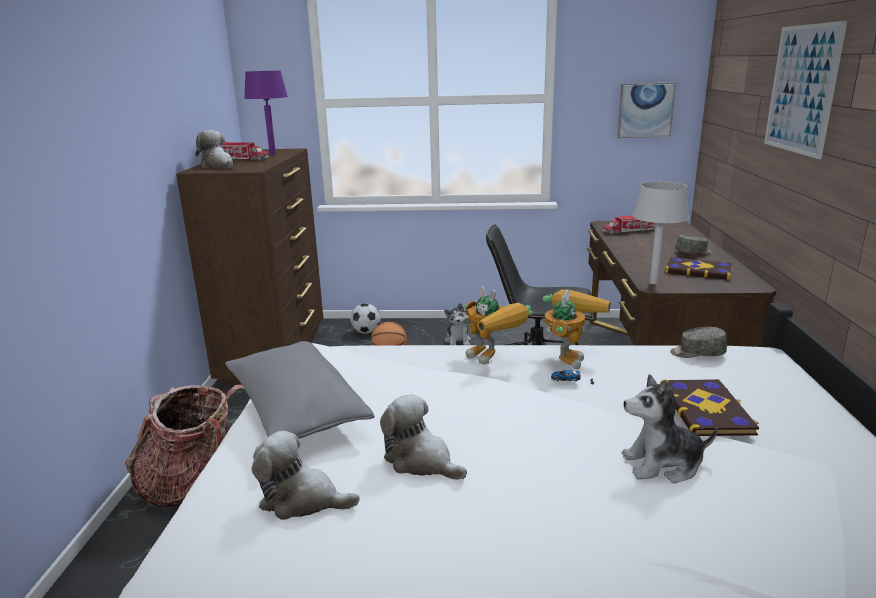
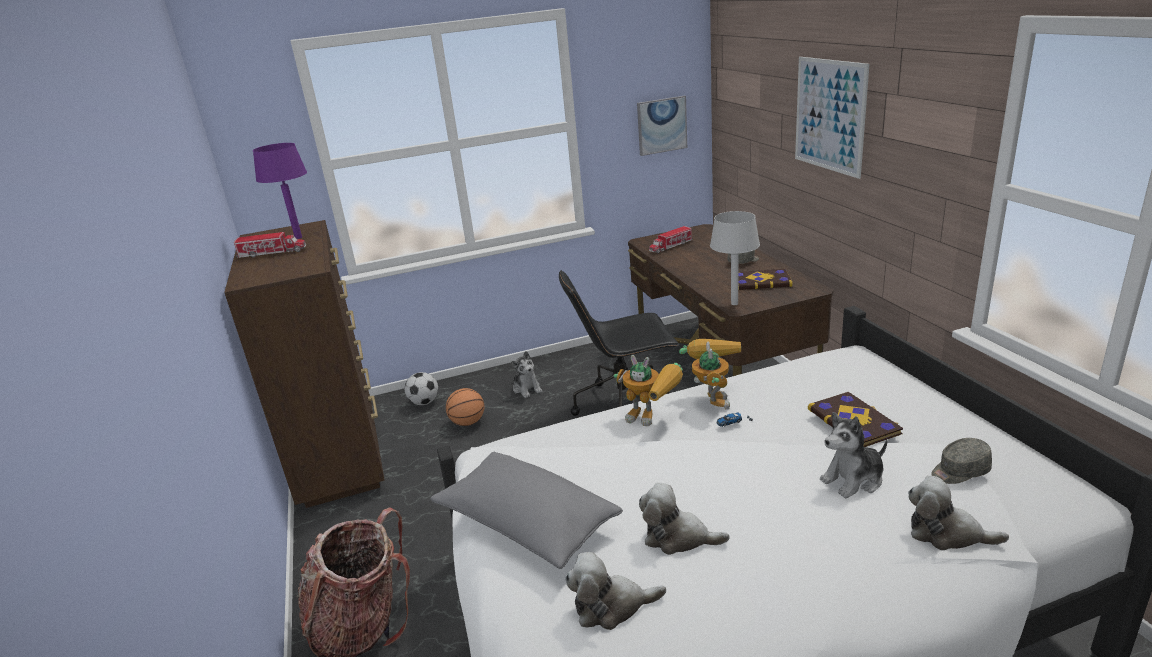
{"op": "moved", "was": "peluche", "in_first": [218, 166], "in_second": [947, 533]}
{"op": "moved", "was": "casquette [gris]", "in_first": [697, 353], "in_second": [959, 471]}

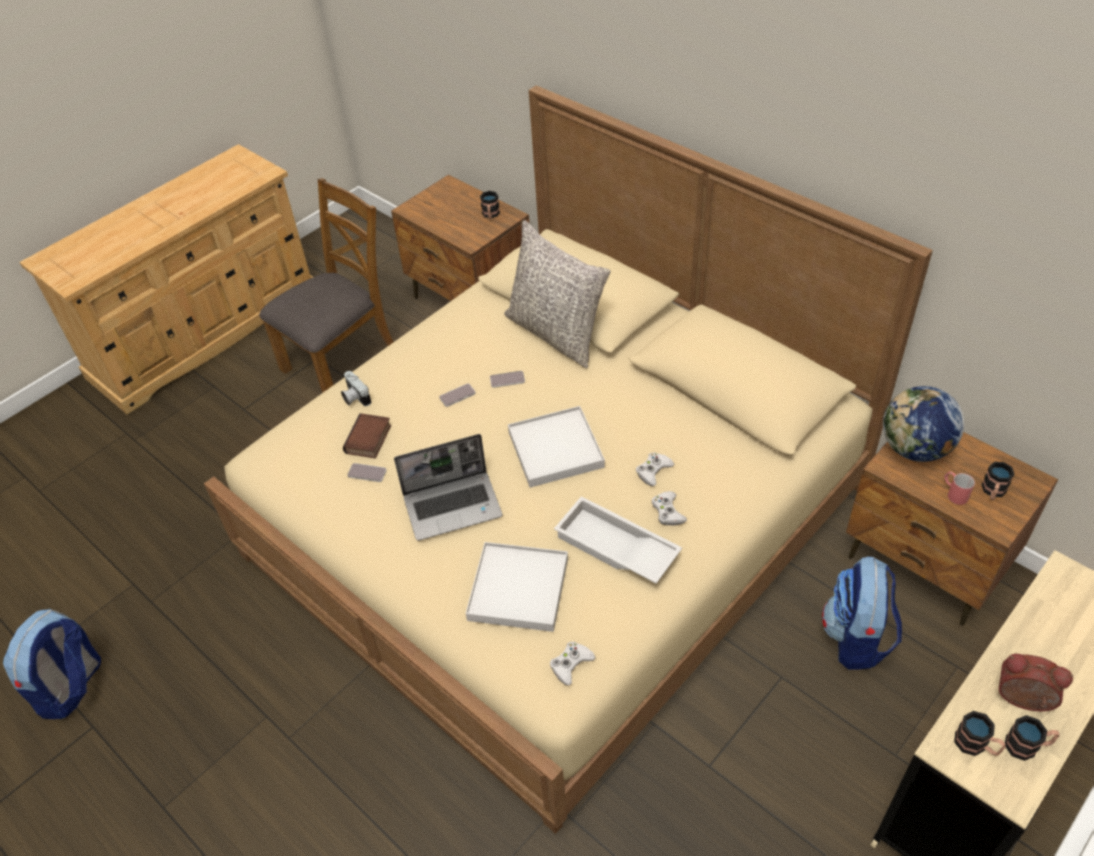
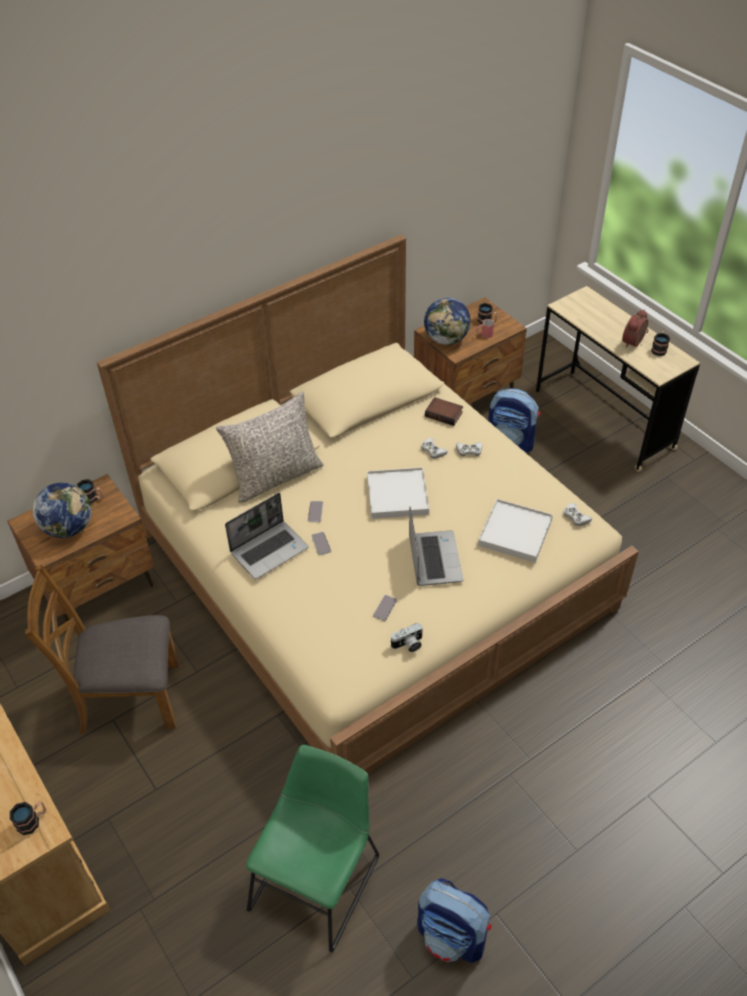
{"op": "turned", "was": "chaise [marron]", "in_first": [342, 361], "in_second": [128, 698], "clockwise": -60}
{"op": "moved", "was": "appareil photo", "in_first": [355, 397], "in_second": [408, 644]}
{"op": "moved", "was": "livre", "in_first": [369, 440], "in_second": [444, 414]}
{"op": "removed", "was": "plateau [blanc]", "in_first": [615, 548]}
{"op": "moved", "was": "mug", "in_first": [976, 745], "in_second": [32, 821]}
{"op": "added", "now": "globe", "in_second": [69, 528]}
{"op": "added", "now": "ordinateur portable", "in_second": [269, 550]}
{"op": "added", "now": "chaise [vert]", "in_second": [317, 877]}

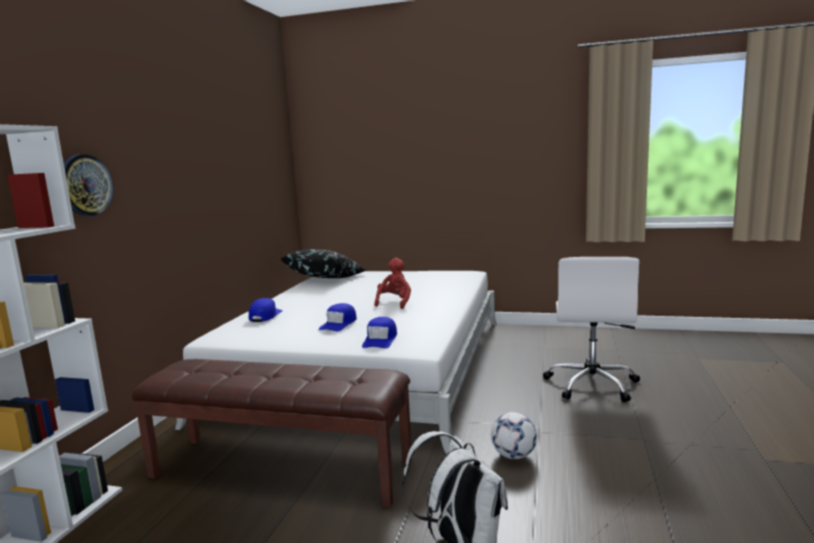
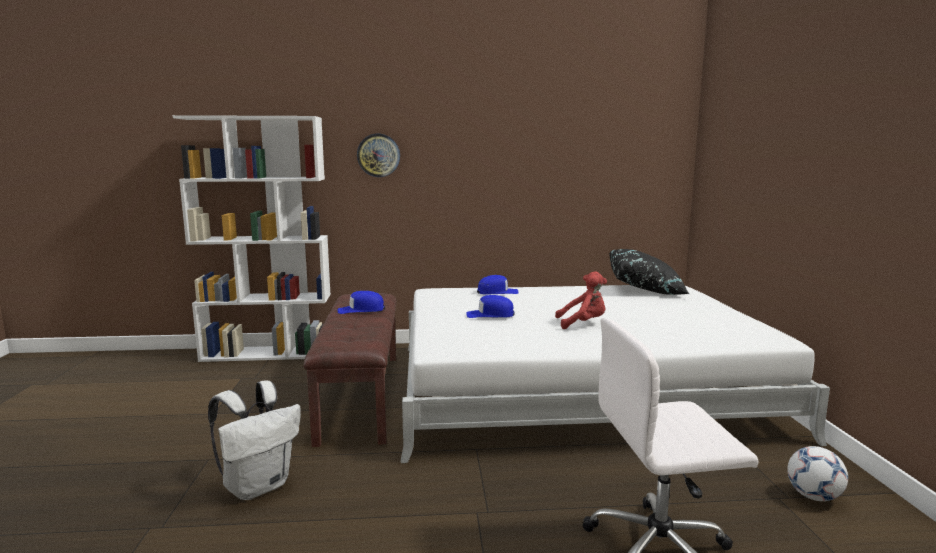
{"op": "moved", "was": "casquette [bleu]", "in_first": [380, 340], "in_second": [361, 310]}
{"op": "moved", "was": "ballon de foot", "in_first": [513, 455], "in_second": [813, 496]}

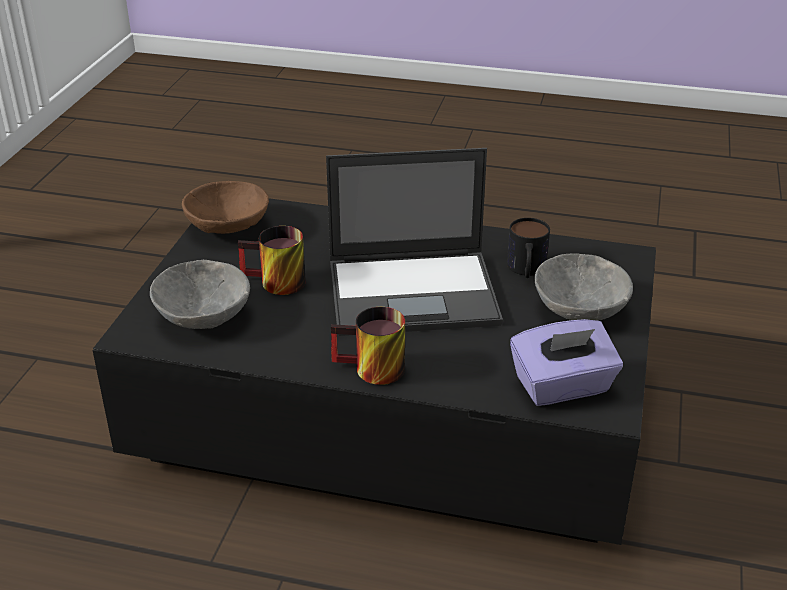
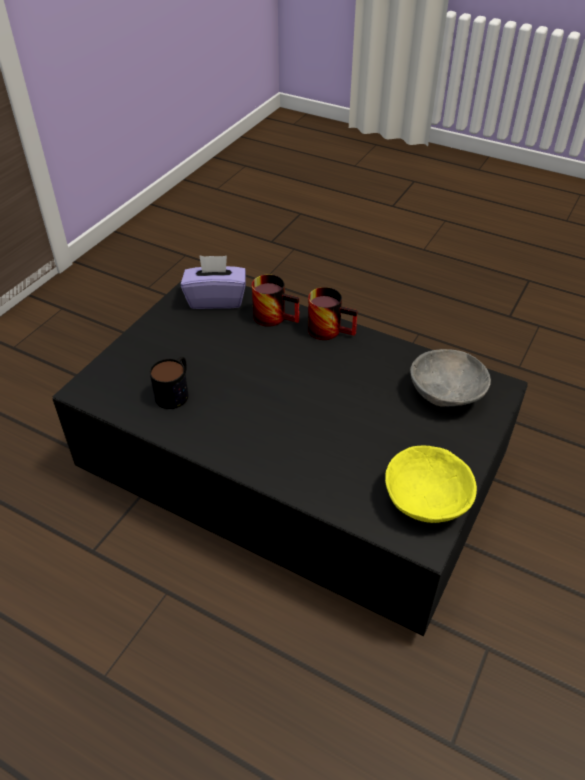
{"op": "removed", "was": "ordinateur portable", "in_first": [415, 292]}
{"op": "recoloured", "was": "bol [marron]", "now": "bol [jaune]", "in_first": [228, 228], "in_second": [425, 499]}
{"op": "moved", "was": "mug", "in_first": [274, 284], "in_second": [275, 316]}
{"op": "removed", "was": "bol [gris]", "in_first": [578, 308]}

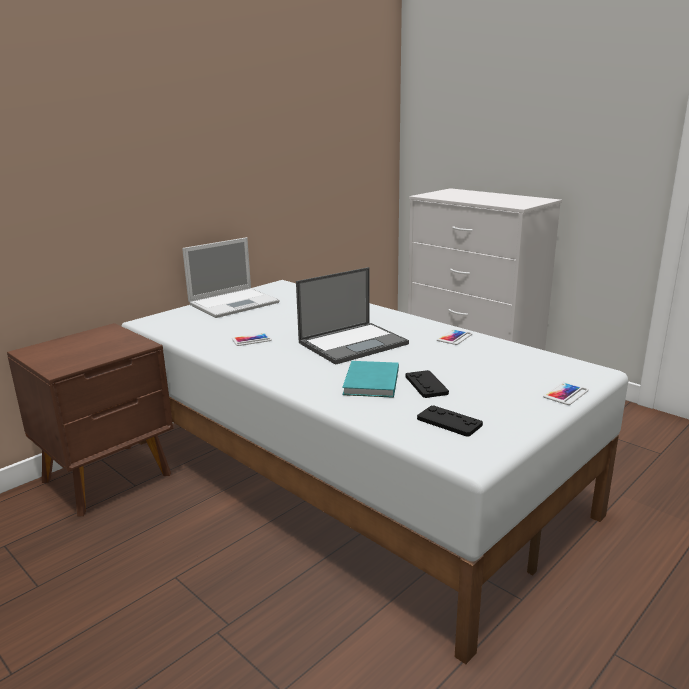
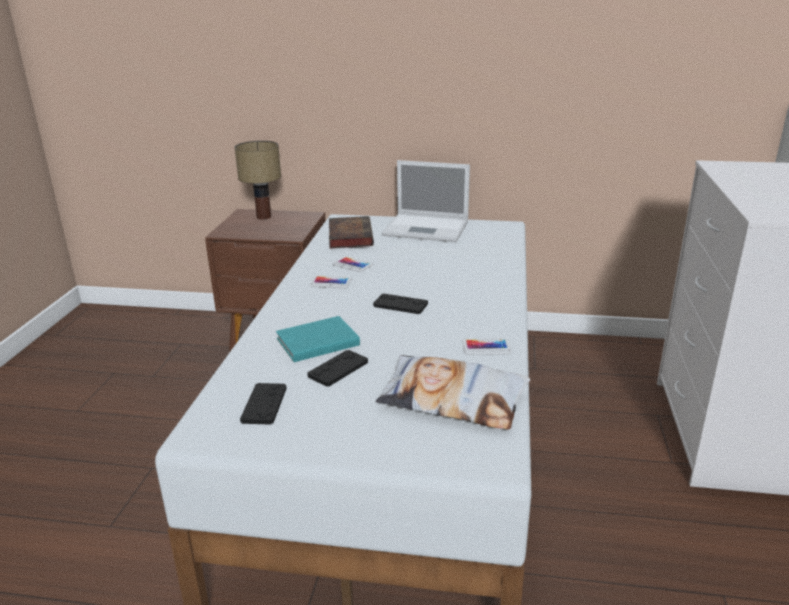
{"op": "replaced", "was": "ordinateur portable", "now": "manette [noir]", "in_first": [354, 343], "in_second": [400, 305]}
{"op": "moved", "was": "téléphone", "in_first": [565, 394], "in_second": [330, 282]}
{"op": "added", "now": "lampe de table", "in_second": [263, 217]}
{"op": "added", "now": "livre", "in_second": [349, 236]}
{"op": "added", "now": "coussin", "in_second": [453, 400]}

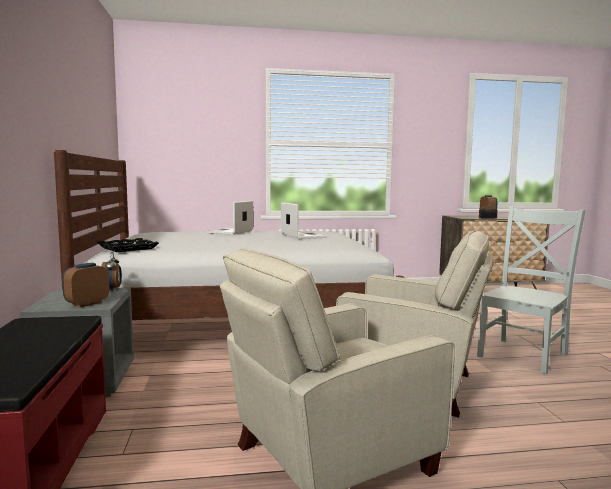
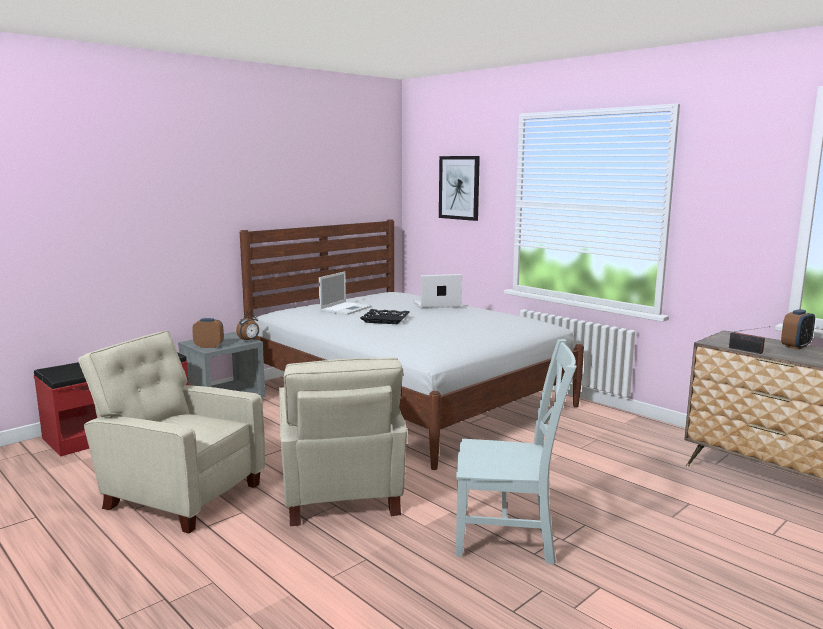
{"op": "moved", "was": "ordinateur portable", "in_first": [302, 236], "in_second": [346, 309]}
{"op": "moved", "was": "plateau [noir]", "in_first": [128, 248], "in_second": [385, 320]}
{"op": "added", "now": "tableau", "in_second": [459, 187]}

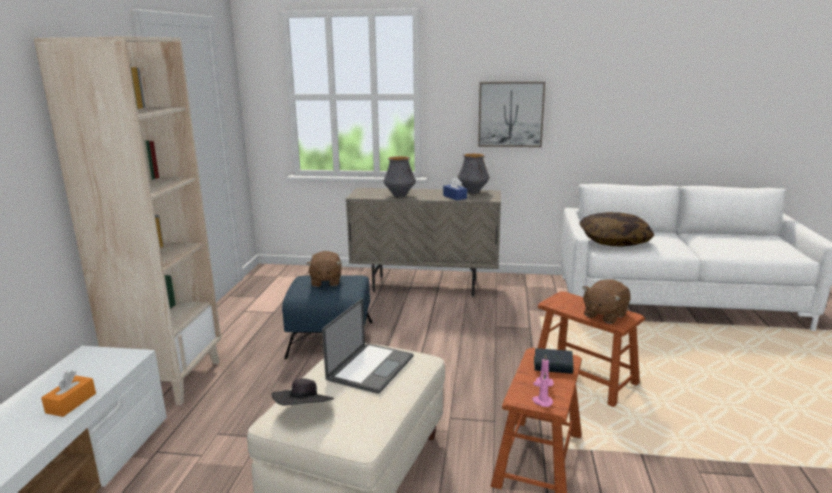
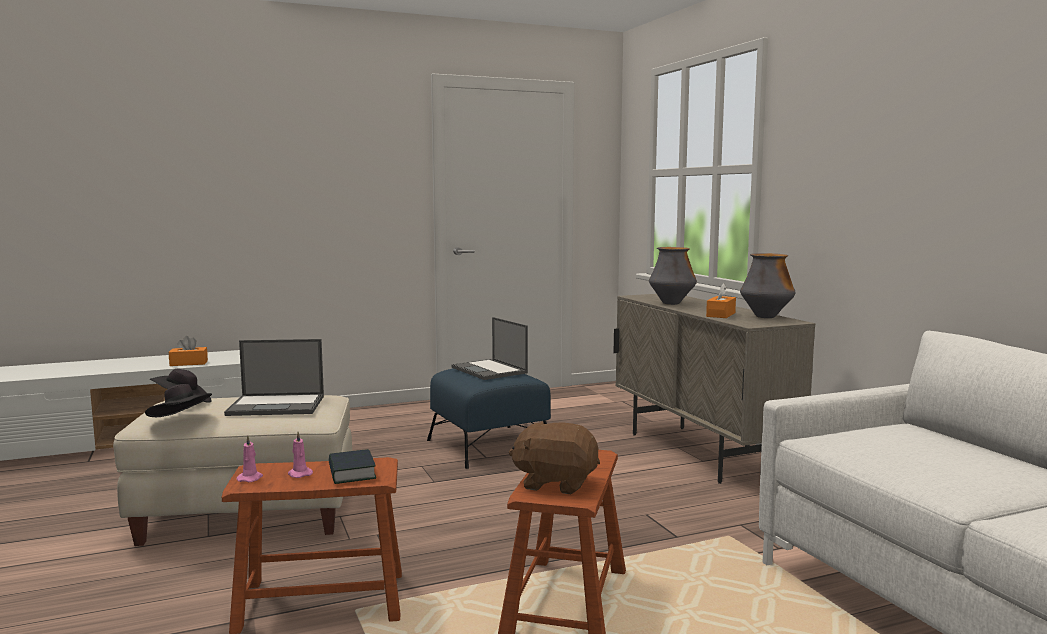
{"op": "removed", "was": "bibliothèque [beige]", "in_first": [170, 379]}
{"op": "removed", "was": "tableau", "in_first": [510, 114]}
{"op": "recoloured", "was": "boîte à mouchoirs [bleu]", "now": "boîte à mouchoirs [orange]", "in_first": [455, 197], "in_second": [721, 315]}
{"op": "removed", "was": "coussin", "in_first": [614, 241]}
{"op": "replaced", "was": "peluche [marron]", "now": "ordinateur portable", "in_first": [325, 282], "in_second": [490, 370]}
{"op": "added", "now": "chapeau [noir]", "in_second": [181, 420]}

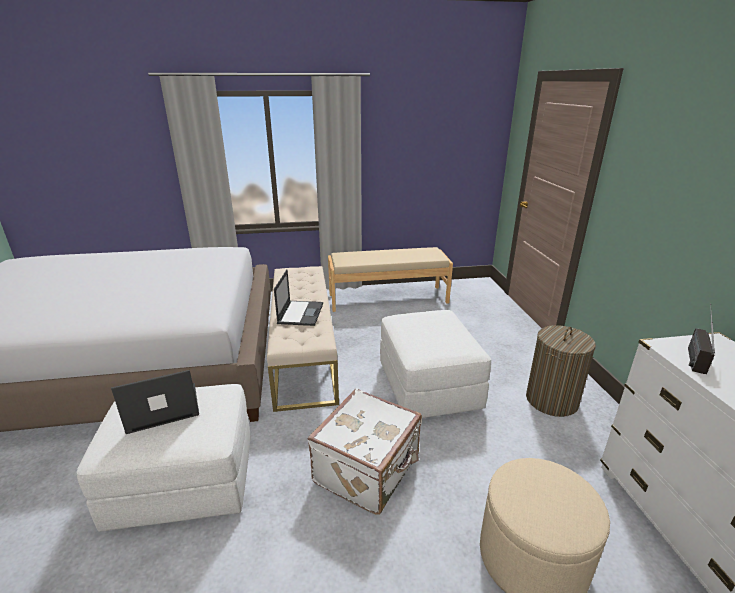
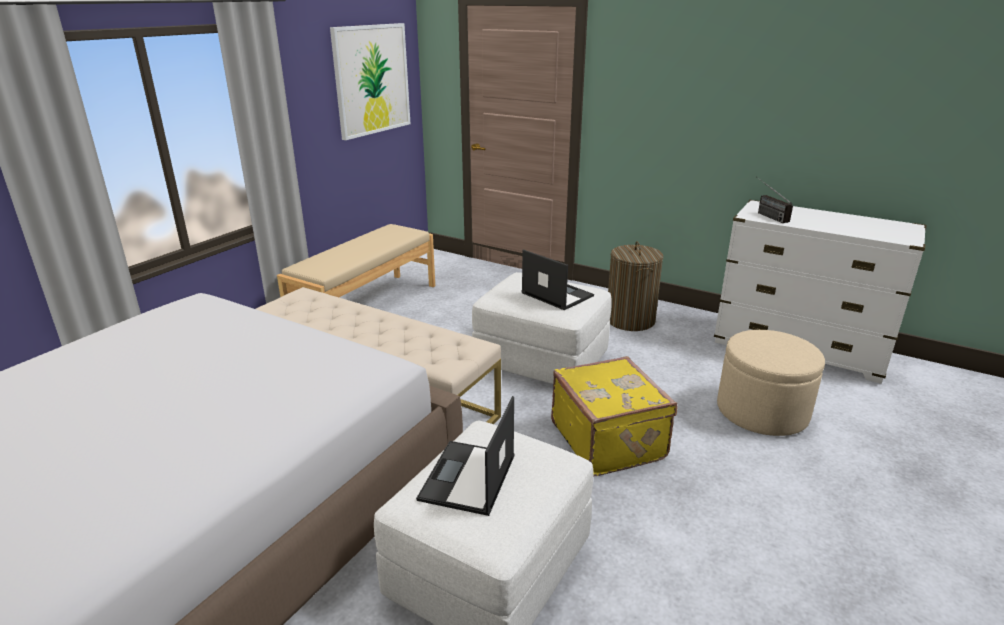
{"op": "moved", "was": "ordinateur portable", "in_first": [301, 313], "in_second": [556, 294]}
{"op": "recoloured", "was": "valise [blanc]", "now": "valise [jaune]", "in_first": [368, 470], "in_second": [609, 440]}
{"op": "added", "now": "tableau", "in_second": [372, 80]}

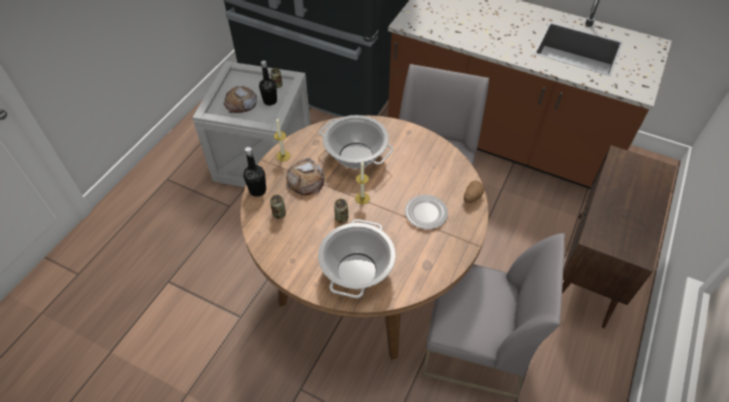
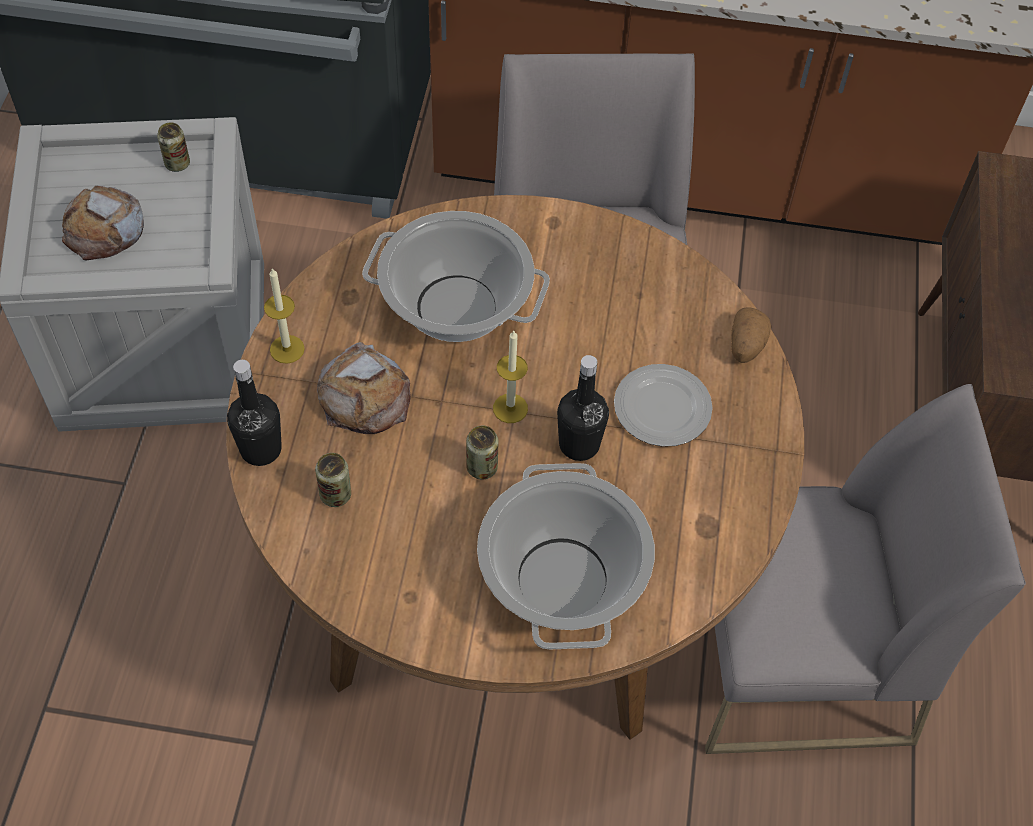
{"op": "moved", "was": "bouteille [noir]", "in_first": [270, 101], "in_second": [579, 444]}

